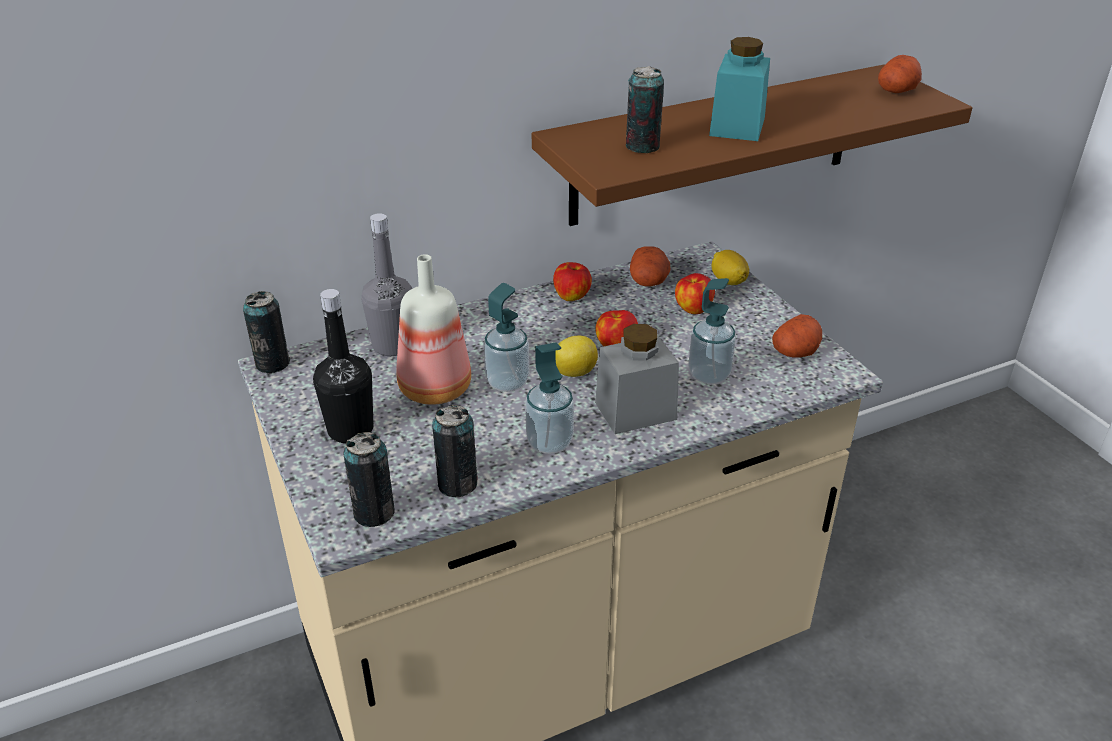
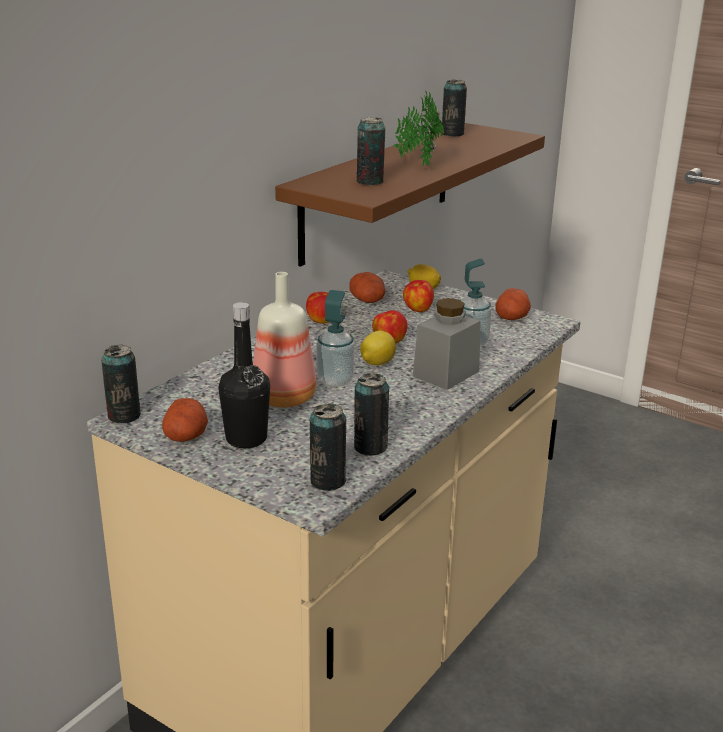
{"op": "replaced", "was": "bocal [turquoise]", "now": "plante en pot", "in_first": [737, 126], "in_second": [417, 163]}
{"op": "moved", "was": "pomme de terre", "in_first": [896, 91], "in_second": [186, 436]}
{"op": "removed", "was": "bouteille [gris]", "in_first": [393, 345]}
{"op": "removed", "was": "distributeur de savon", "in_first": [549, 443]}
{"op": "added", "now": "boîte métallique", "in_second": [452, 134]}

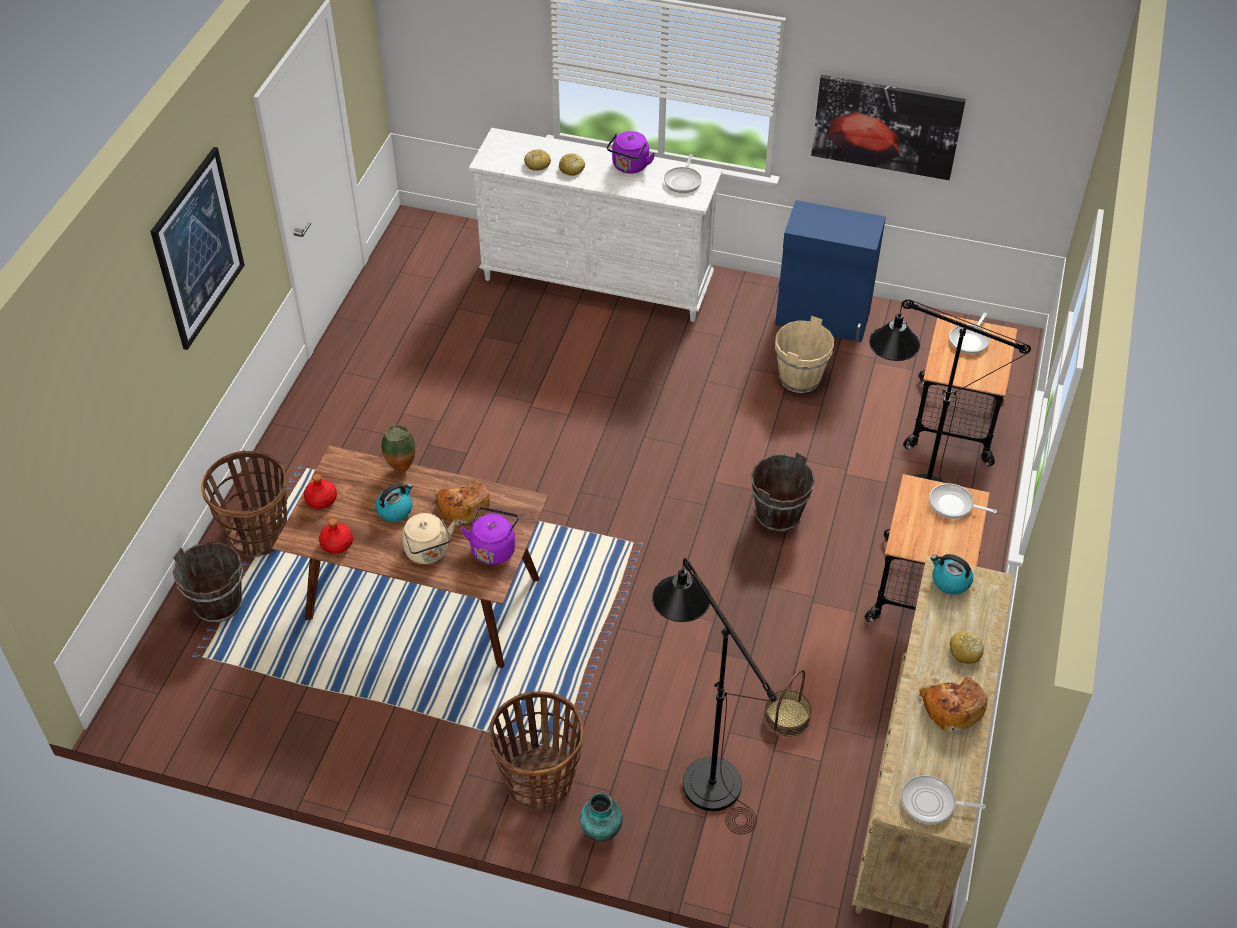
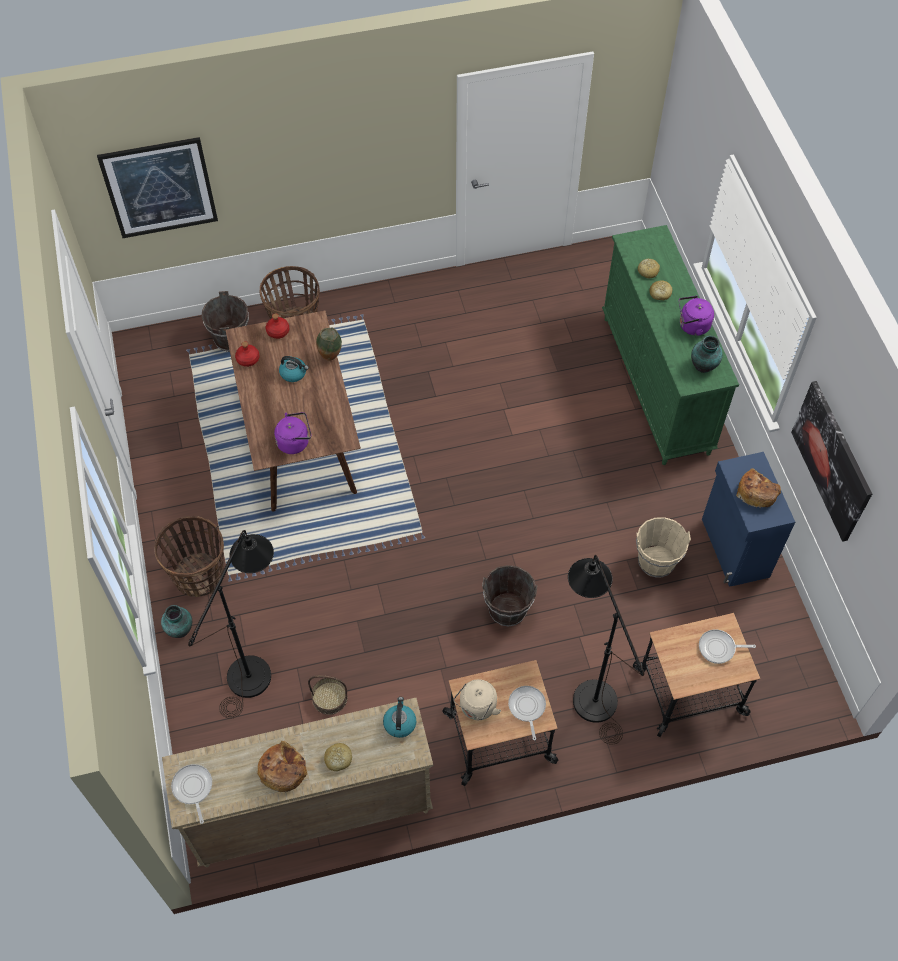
{"op": "recoloured", "was": "commode [blanc]", "now": "commode [vert]", "in_first": [597, 282], "in_second": [655, 385]}
{"op": "moved", "was": "tableau", "in_first": [198, 248], "in_second": [159, 188]}
{"op": "replaced", "was": "poêle", "now": "vase", "in_first": [683, 181], "in_second": [704, 366]}
{"op": "moved", "was": "pain", "in_first": [463, 506], "in_second": [756, 491]}
{"op": "moved", "was": "bouilloire [beige]", "in_first": [428, 552], "in_second": [477, 708]}

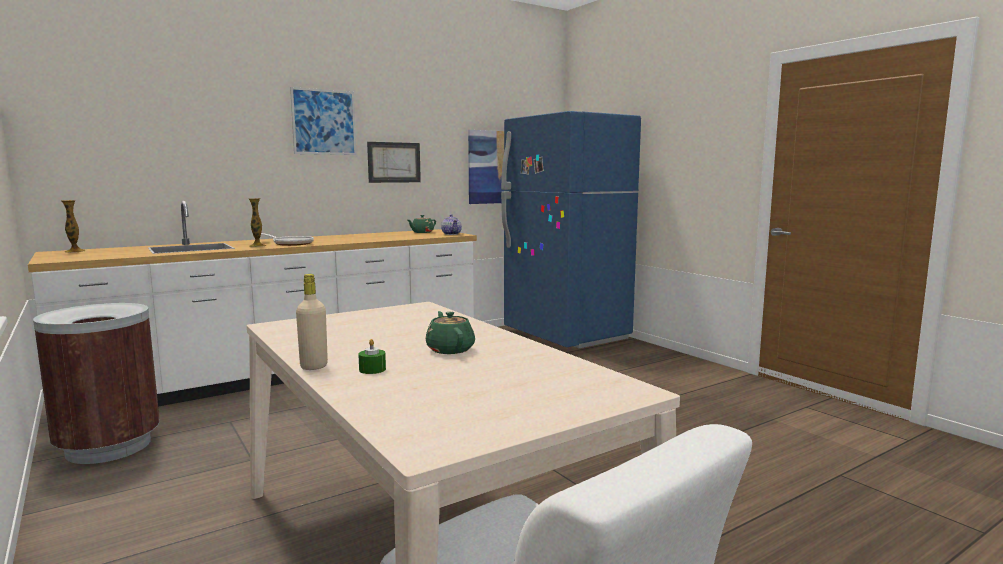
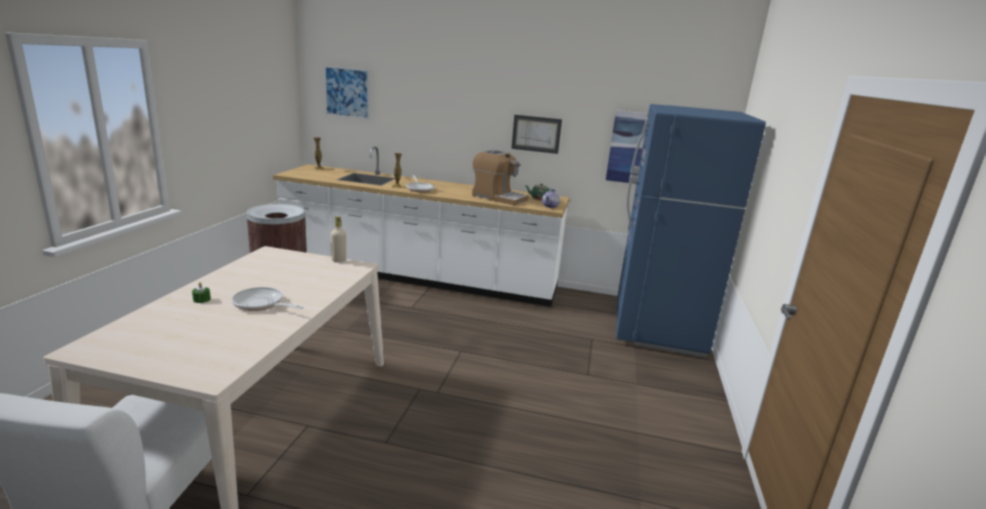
{"op": "moved", "was": "tableau", "in_first": [324, 122], "in_second": [347, 92]}
{"op": "moved", "was": "bouteille [beige]", "in_first": [314, 366], "in_second": [339, 260]}
{"op": "replaced", "was": "théière [vert]", "now": "poêle", "in_first": [450, 349], "in_second": [261, 304]}
{"op": "added", "now": "machine à café", "in_second": [498, 198]}

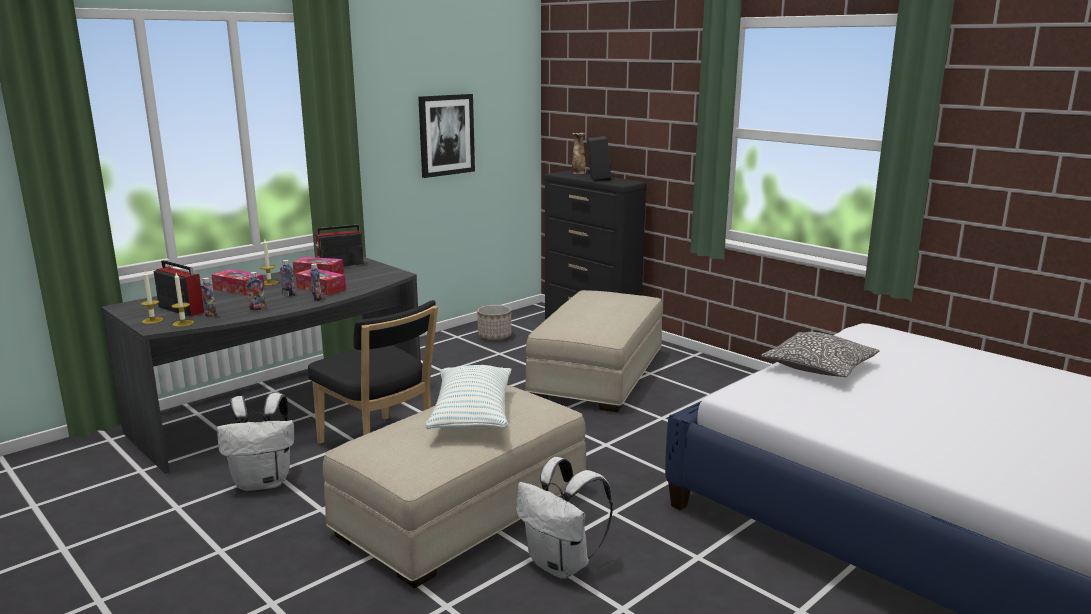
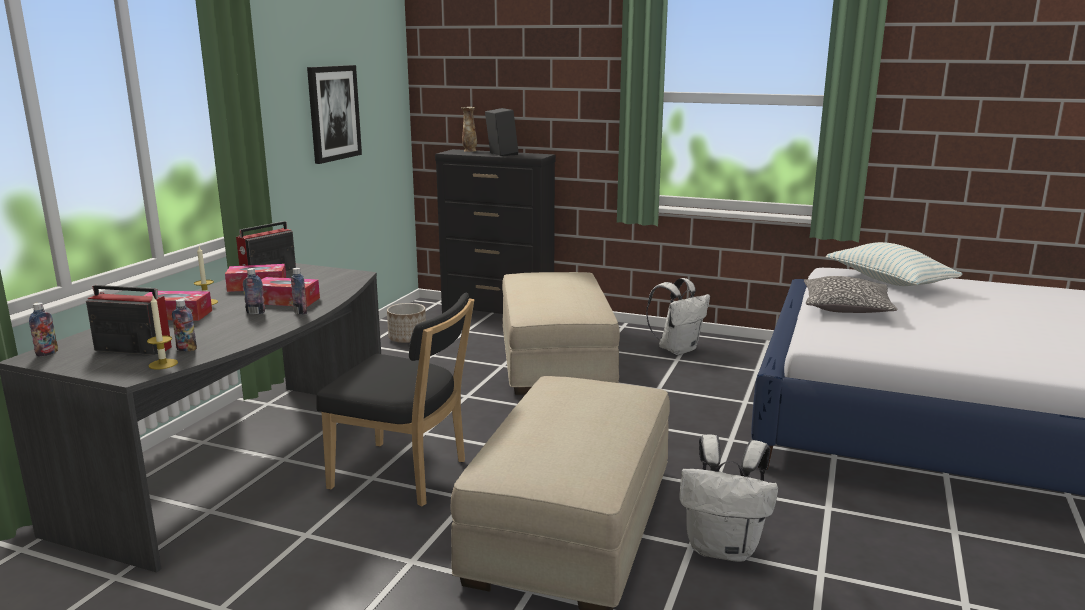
{"op": "removed", "was": "bougie", "in_first": [152, 320]}
{"op": "moved", "was": "bouteille", "in_first": [257, 309], "in_second": [47, 353]}
{"op": "moved", "was": "coussin", "in_first": [472, 415], "in_second": [889, 281]}
{"op": "moved", "was": "sac à dos [blanc]", "in_first": [264, 482], "in_second": [677, 349]}

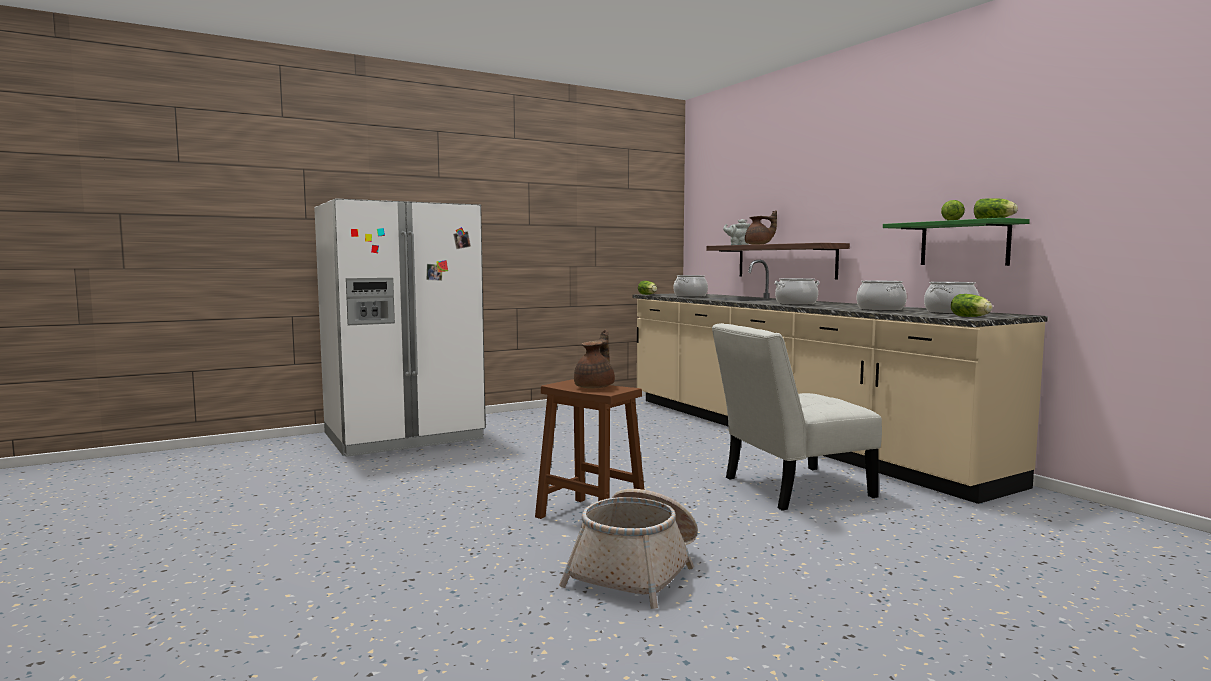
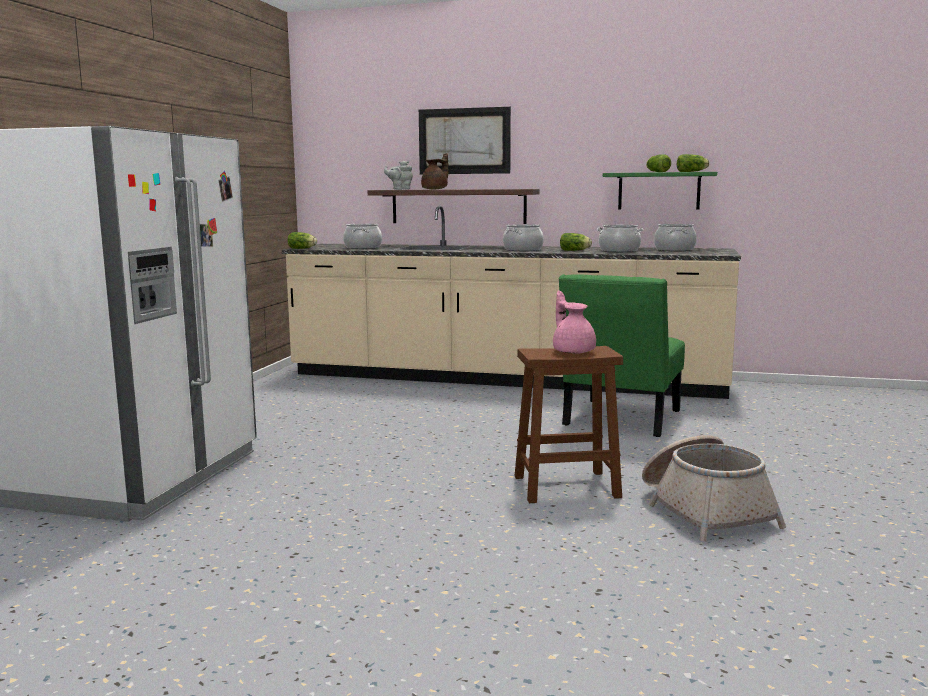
{"op": "moved", "was": "laitue", "in_first": [971, 317], "in_second": [575, 250]}
{"op": "recoloured", "was": "chaise [blanc]", "now": "chaise [vert]", "in_first": [790, 489], "in_second": [620, 420]}
{"op": "recoloured", "was": "théière [marron]", "now": "théière [rose]", "in_first": [595, 387], "in_second": [573, 351]}
{"op": "added", "now": "tableau", "in_second": [464, 141]}

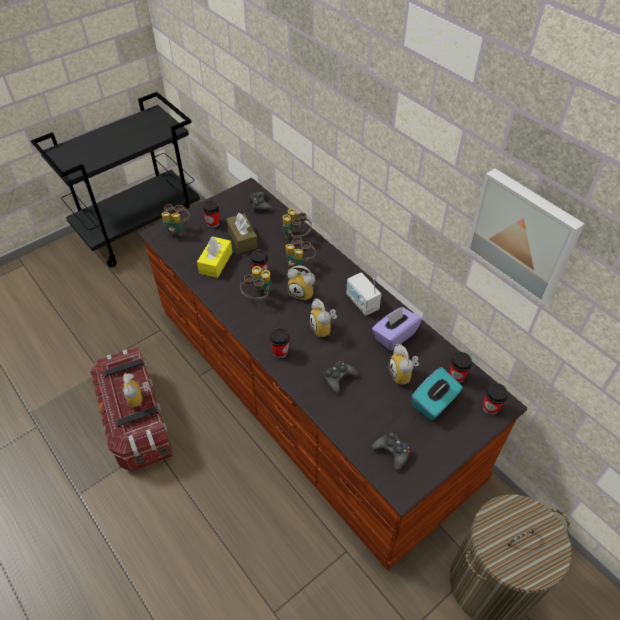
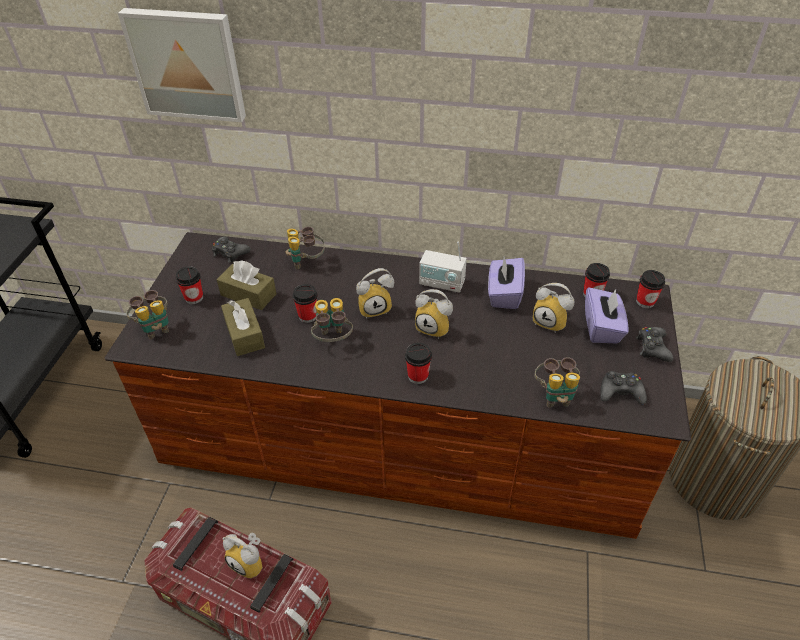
{"op": "moved", "was": "tableau", "in_first": [523, 235], "in_second": [187, 64]}
{"op": "recoloured", "was": "boîte à mouchoirs [jaune]", "now": "boîte à mouchoirs [marron]", "in_first": [216, 262], "in_second": [244, 334]}
{"op": "moved", "was": "jumelles", "in_first": [299, 264], "in_second": [555, 395]}
{"op": "moved", "was": "manette [noir]", "in_first": [338, 378], "in_second": [652, 348]}
{"op": "recoloured", "was": "boîte à mouchoirs [turquoise]", "now": "boîte à mouchoirs [violet]", "in_first": [434, 403], "in_second": [602, 328]}

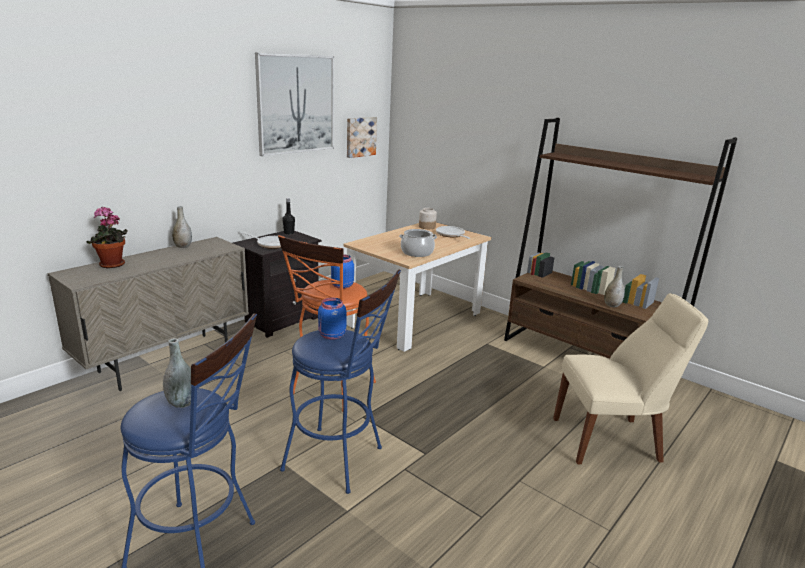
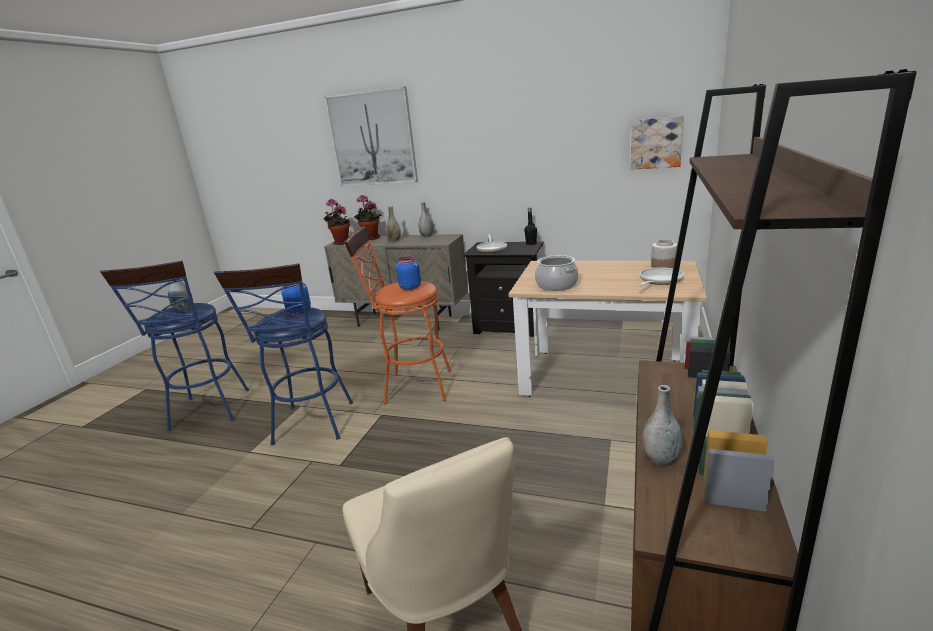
{"op": "moved", "was": "tableau", "in_first": [296, 104], "in_second": [372, 139]}
{"op": "added", "now": "plante en pot", "in_second": [340, 243]}
{"op": "added", "now": "vase [gris]", "in_second": [394, 240]}

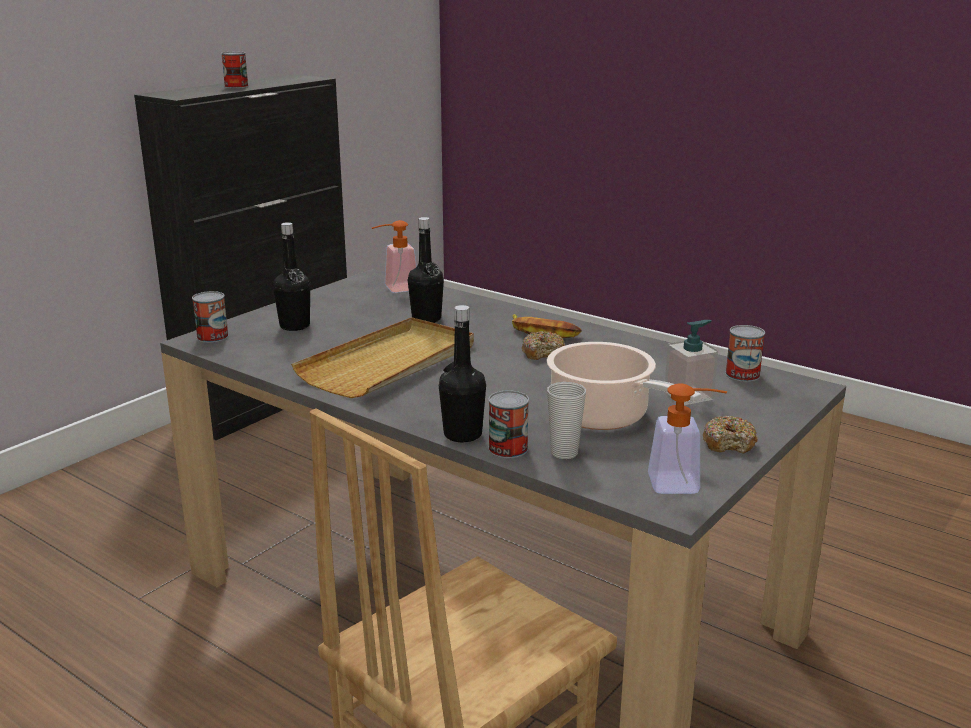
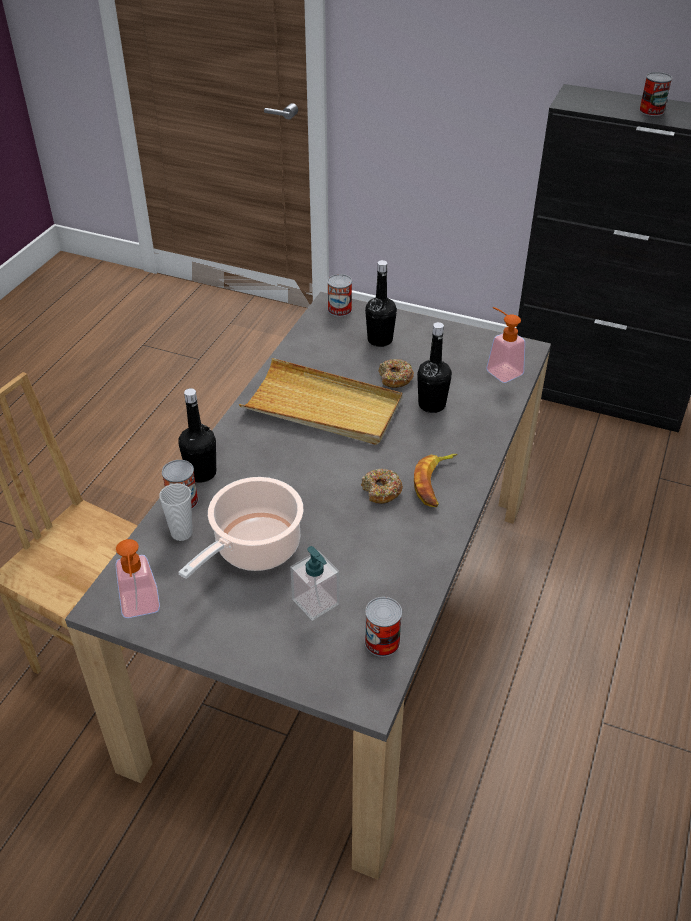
{"op": "moved", "was": "beignet", "in_first": [729, 443], "in_second": [395, 378]}

